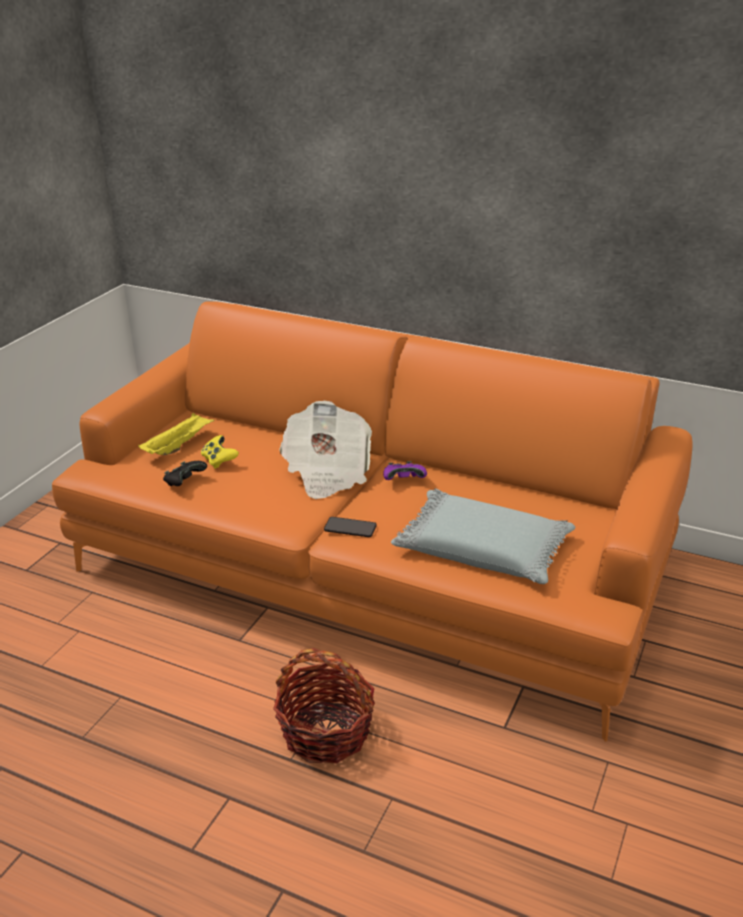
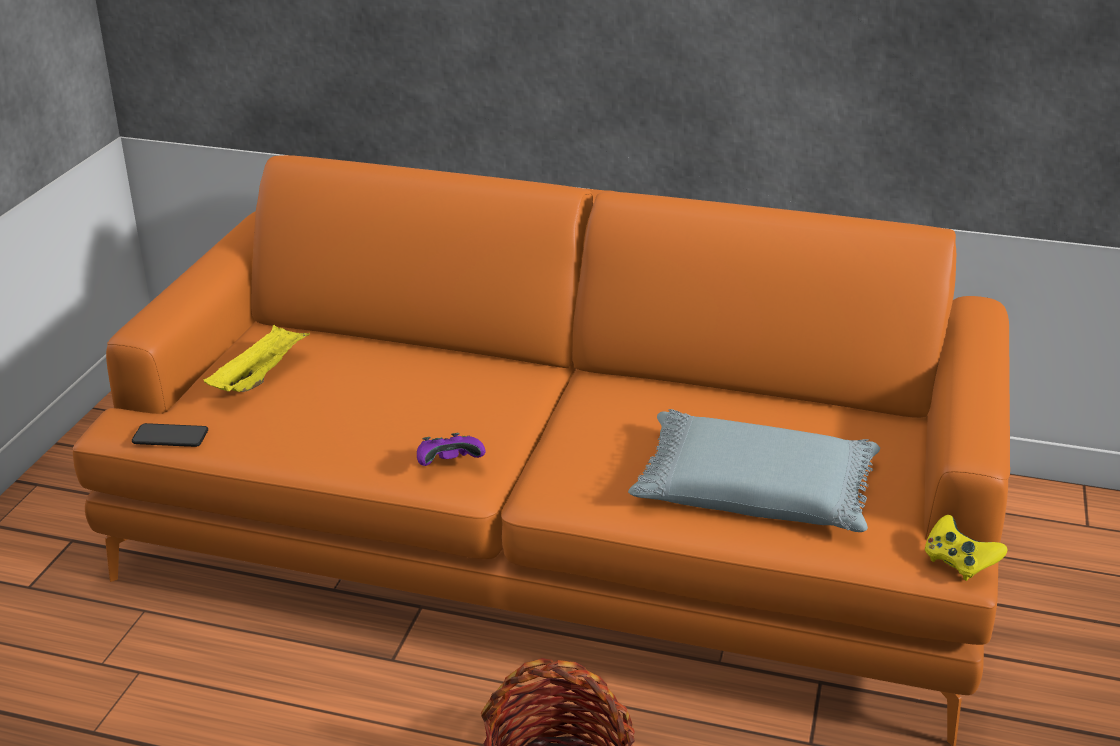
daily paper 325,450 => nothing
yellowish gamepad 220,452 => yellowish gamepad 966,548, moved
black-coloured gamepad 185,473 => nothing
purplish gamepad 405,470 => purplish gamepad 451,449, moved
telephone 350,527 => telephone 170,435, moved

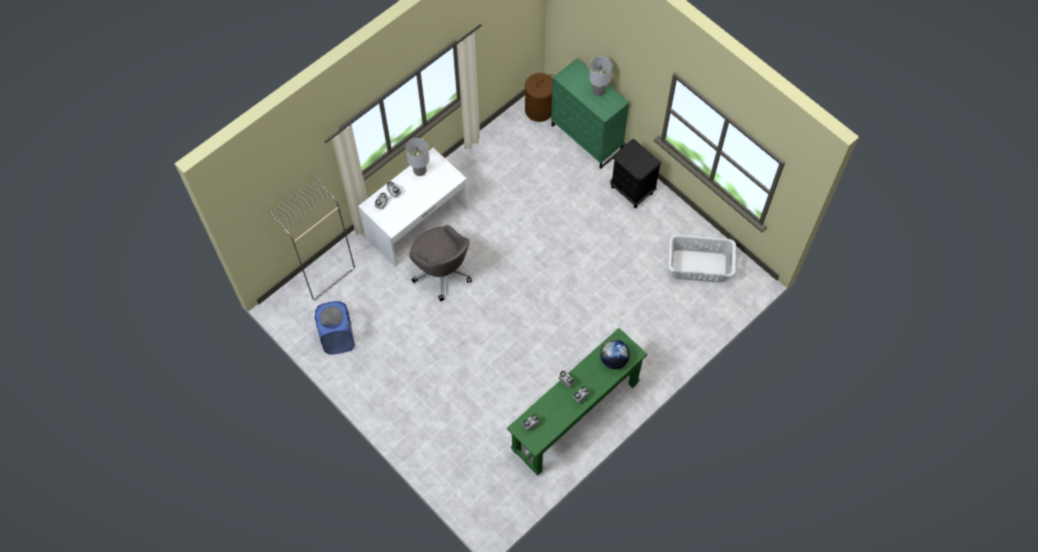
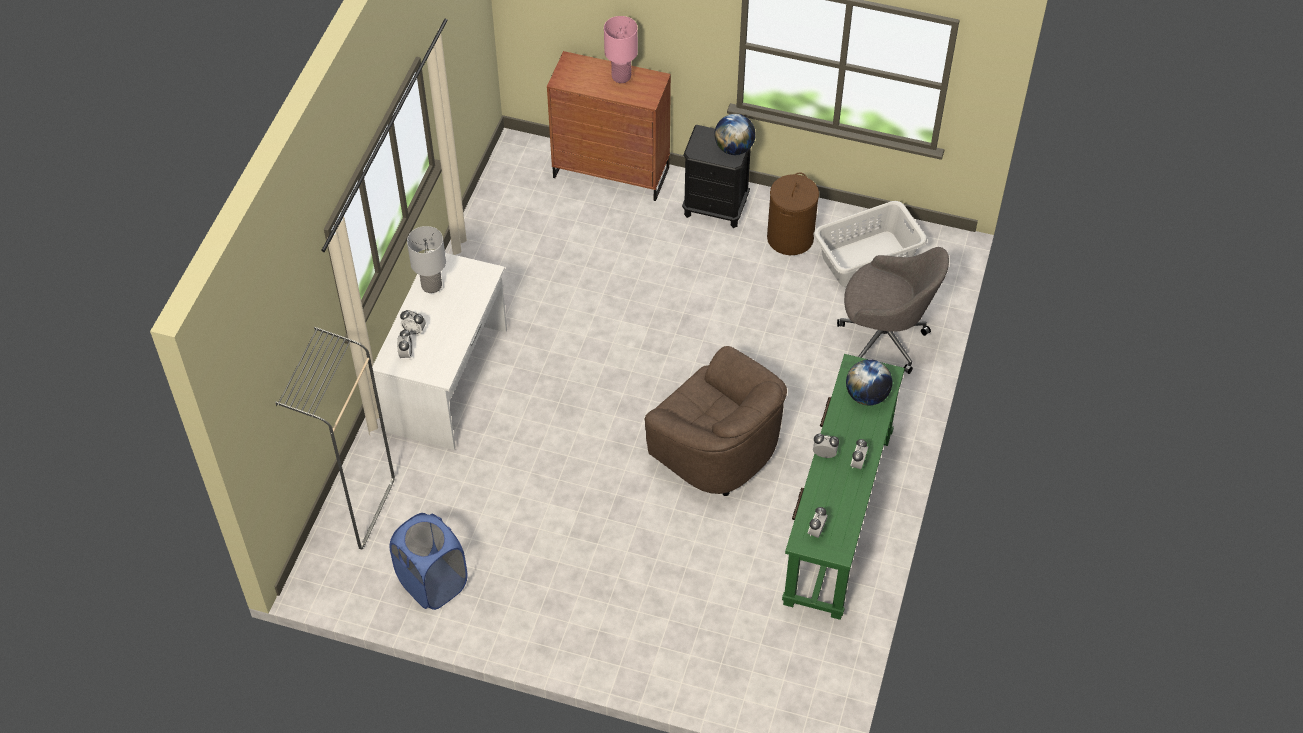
greyish tabletop lamp 600,76 => pink tabletop lamp 621,49
green dresser 590,114 => brown-coloured dresser 609,126
brown-coloured washing basket 539,97 => brown-coloured washing basket 793,213, moved
greyish computer chair 440,263 => greyish computer chair 893,310, moved
nothing => desk globe 735,134
nothing => brown-coloured lounge chair 716,421

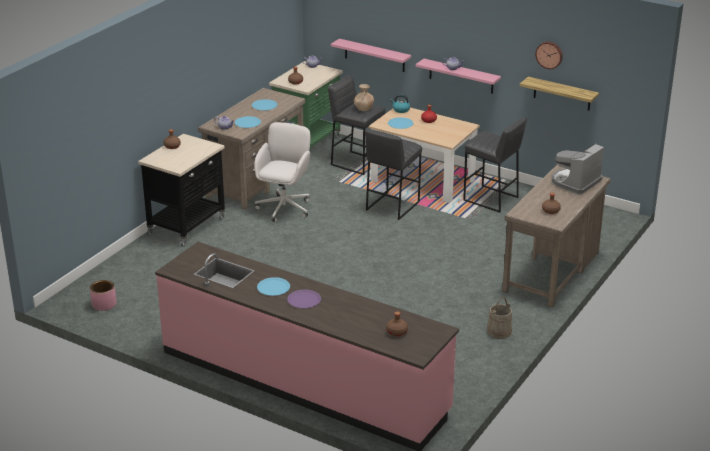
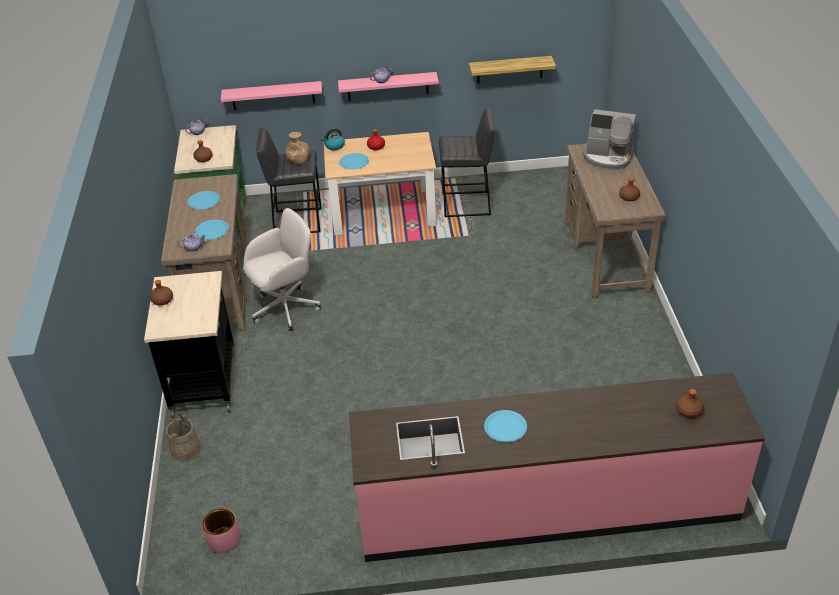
wall clock 549,55 => nothing
white-coloured computer chair 282,172 => white-coloured computer chair 282,269, 75 degrees clockwise
greyish sitting stool 393,174 => nothing
coffee brewer 578,169 => coffee brewer 609,139, 75 degrees counterclockwise
purplish flat dish 304,299 => nothing
beige-coloured bucket 499,318 => beige-coloured bucket 183,437, moved

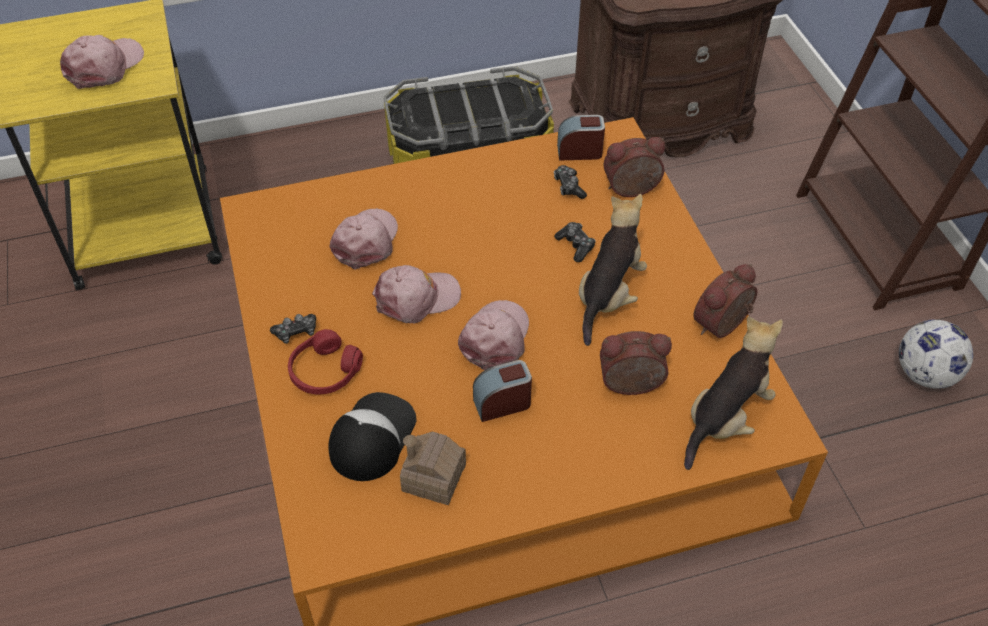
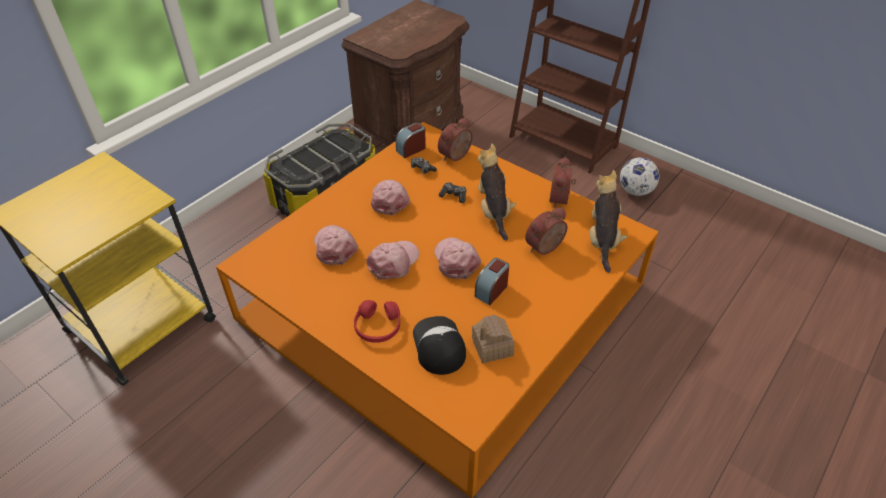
pink peaked cap 102,62 => pink peaked cap 390,197, moved
gamepad 293,329 => nothing

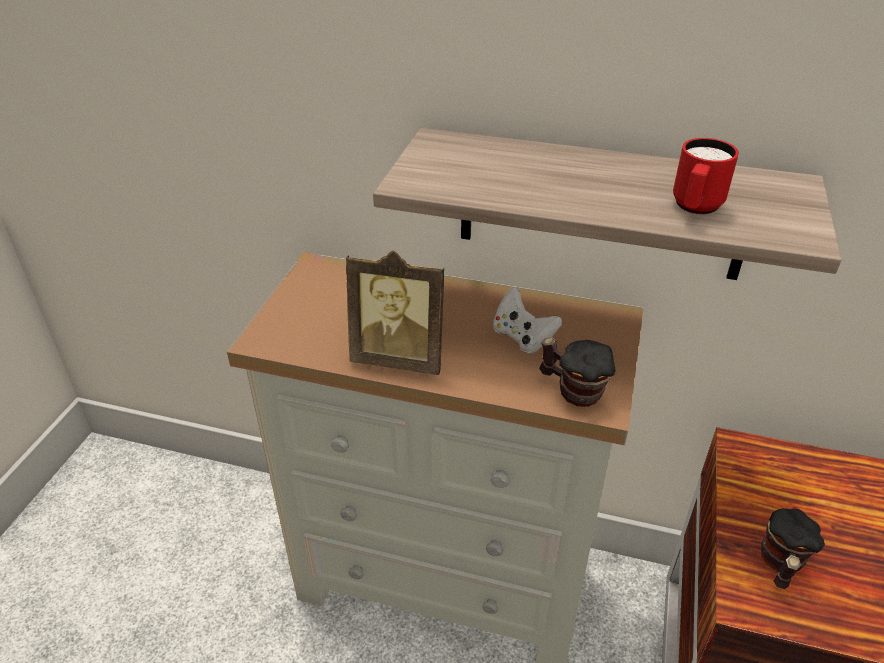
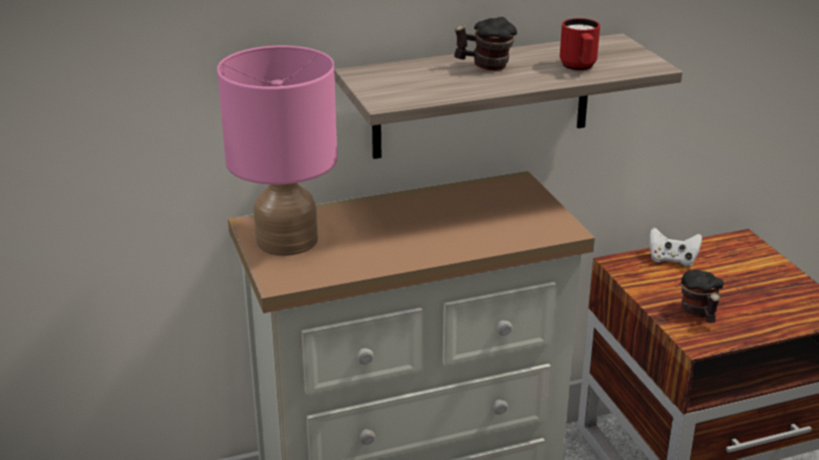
standing frame 395,312 => nothing
white-coloured gamepad 527,320 => white-coloured gamepad 675,247, moved
tea mug 577,372 => tea mug 485,44, moved
nothing => pink tabletop lamp 277,151

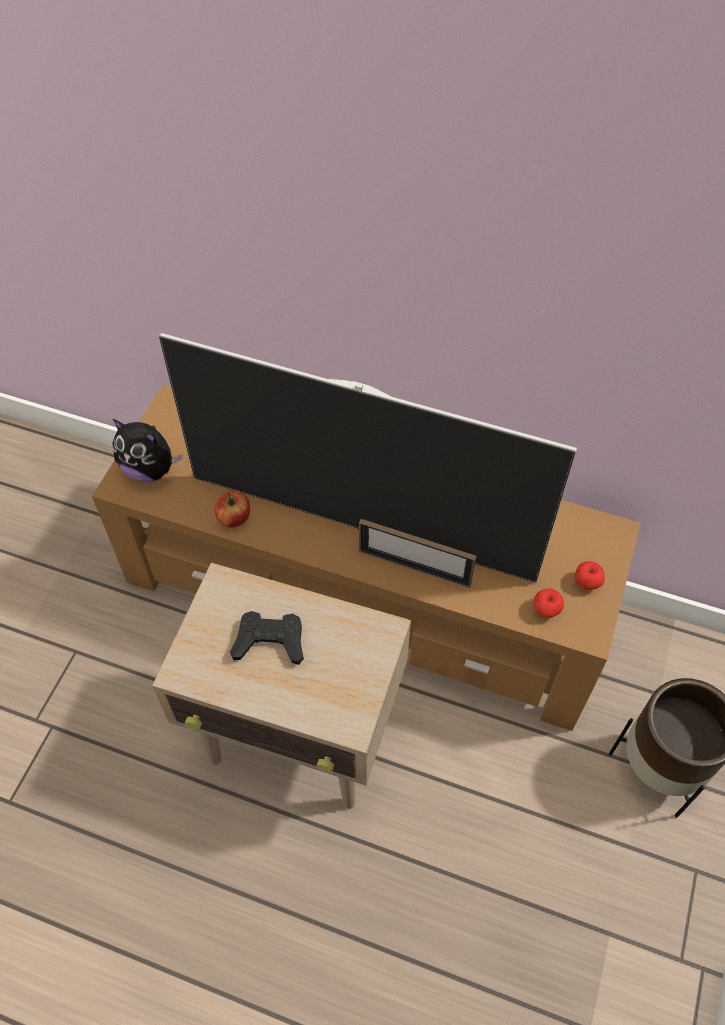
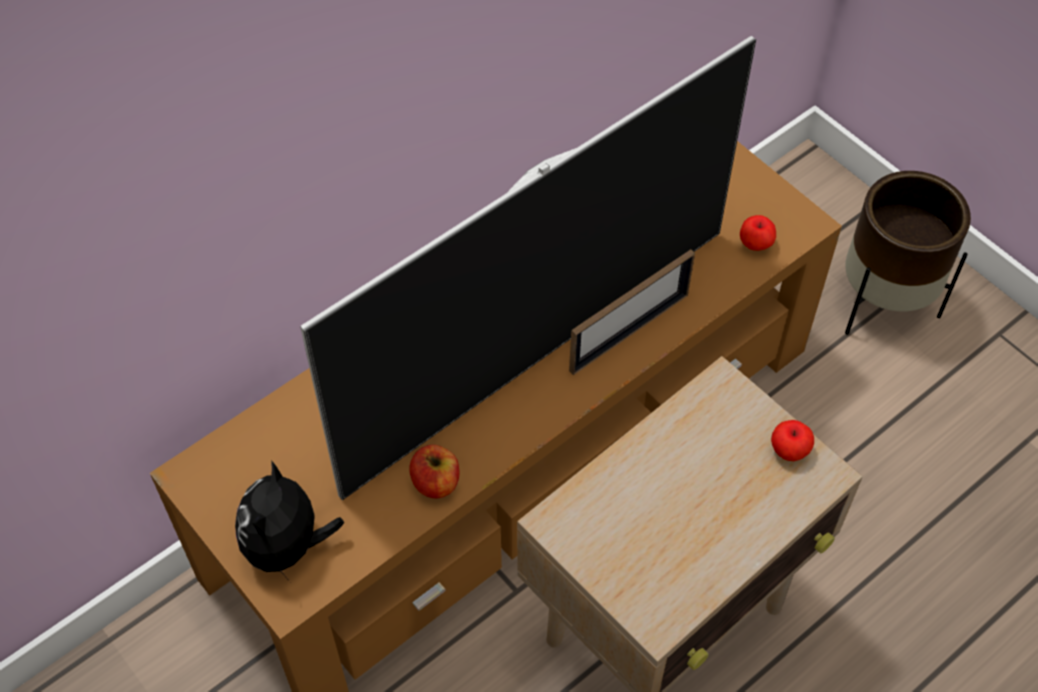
soft toy 148,450 => soft toy 290,521, 135 degrees clockwise
whole apple 590,575 => whole apple 792,440, moved
black-coloured gamepad 267,638 => nothing

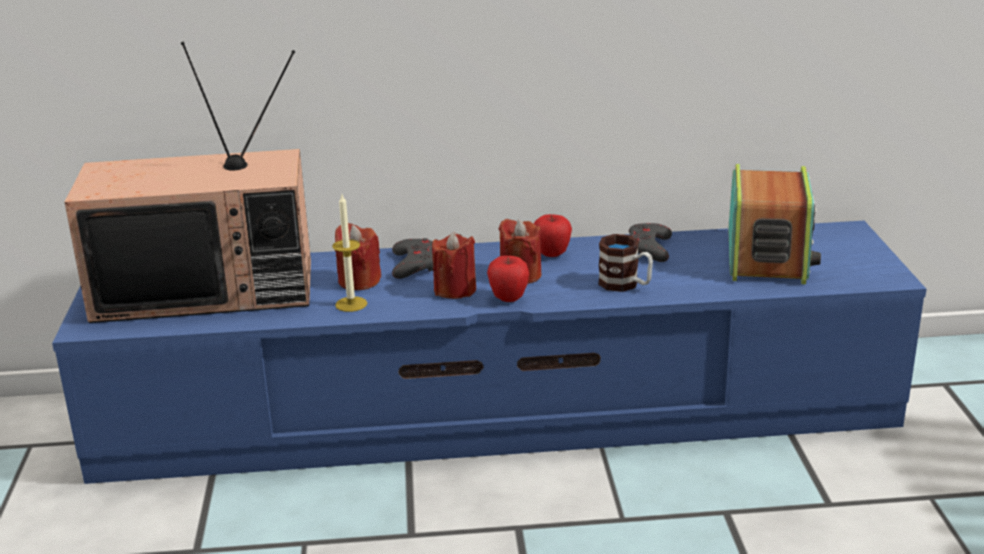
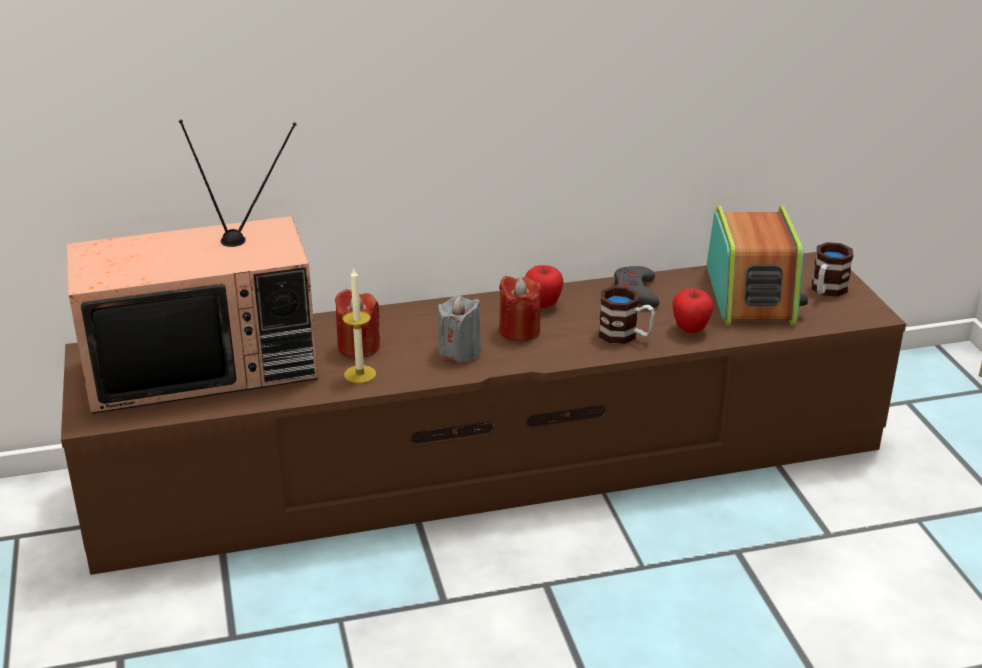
blue tv stand 489,352 => brown-coloured tv stand 483,413
reddish wax candle 454,265 => greyish wax candle 459,328
greyish gamepad 412,258 => nothing
whole apple 508,278 => whole apple 693,310, moved
nothing => tea mug 832,269

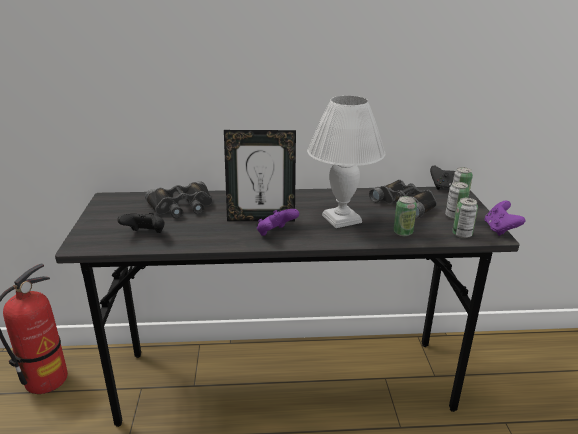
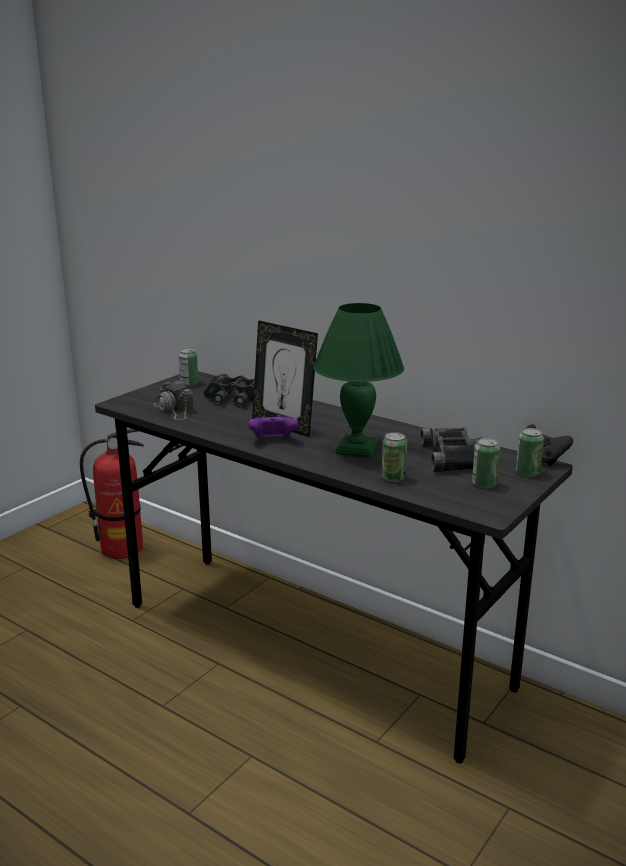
white-coloured tabletop lamp 346,162 => green tabletop lamp 358,380
sealed can 465,218 => sealed can 188,367, moved
purplish gamepad 505,218 => nothing
black-coloured gamepad 141,222 => photo camera 173,400

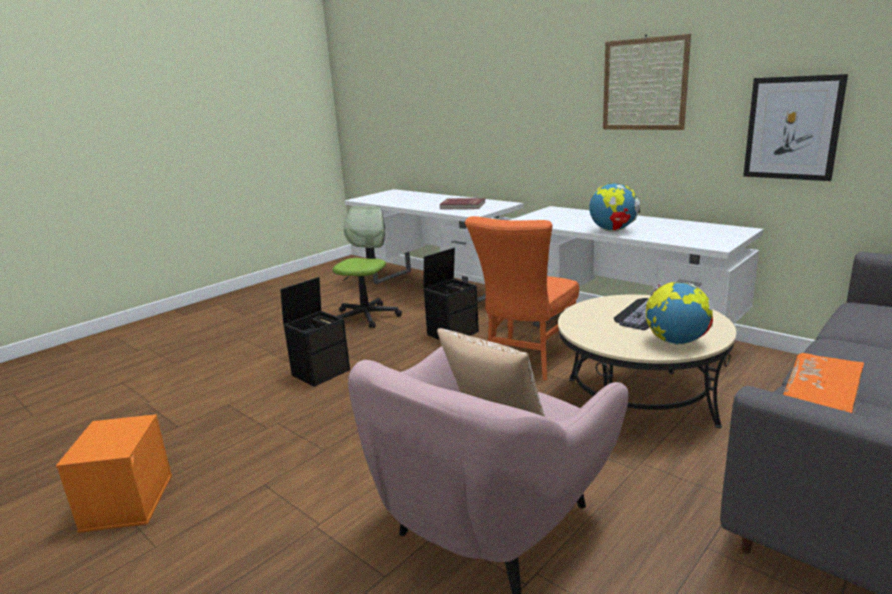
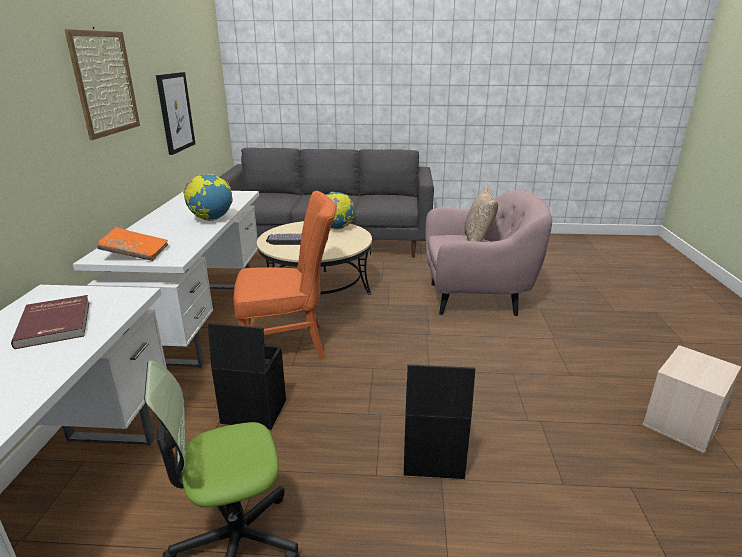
orange-coloured bound book 823,383 => orange-coloured bound book 132,244, moved
orange-coloured storage box 114,473 => beige-coloured storage box 692,399

